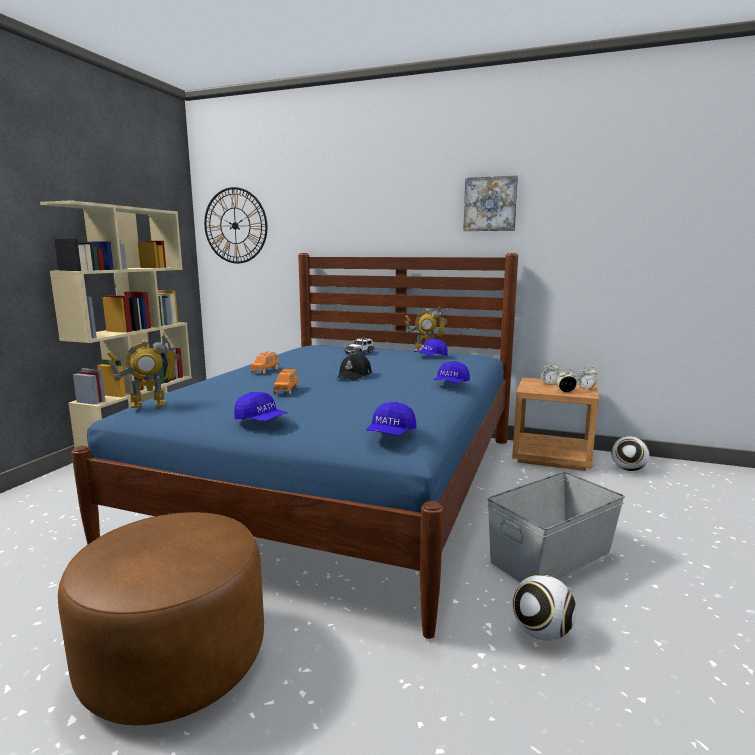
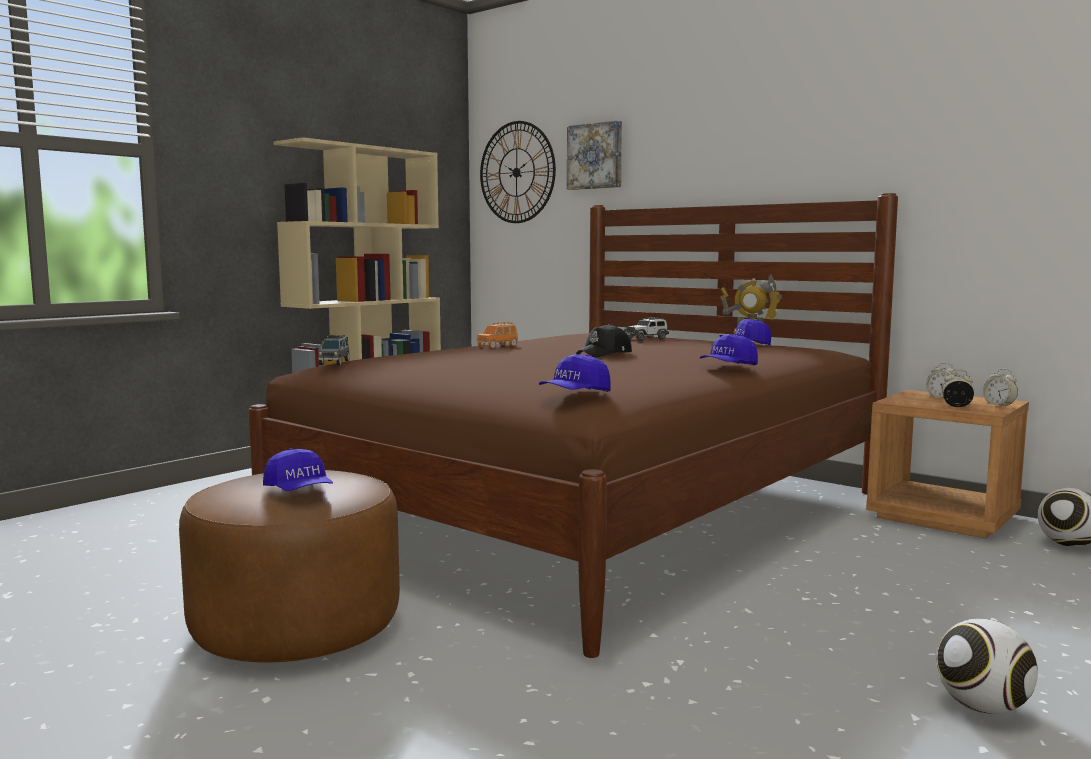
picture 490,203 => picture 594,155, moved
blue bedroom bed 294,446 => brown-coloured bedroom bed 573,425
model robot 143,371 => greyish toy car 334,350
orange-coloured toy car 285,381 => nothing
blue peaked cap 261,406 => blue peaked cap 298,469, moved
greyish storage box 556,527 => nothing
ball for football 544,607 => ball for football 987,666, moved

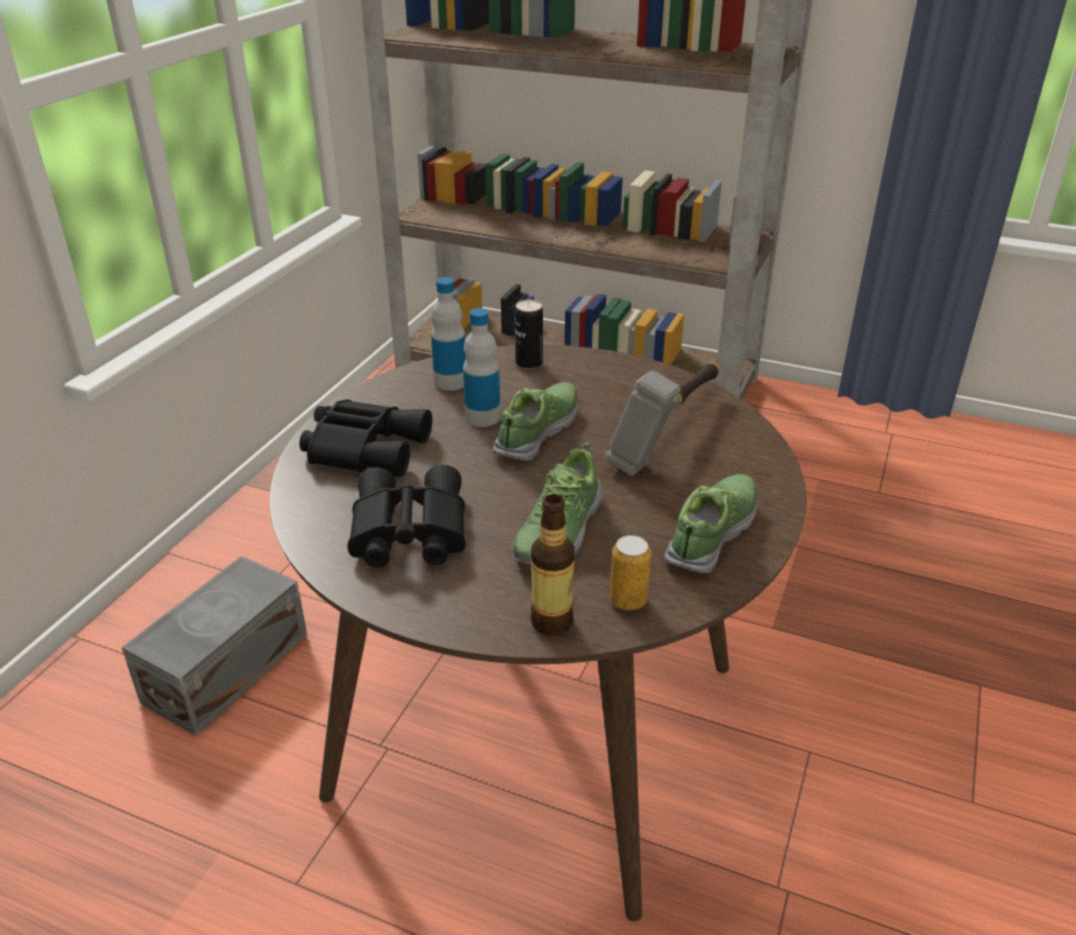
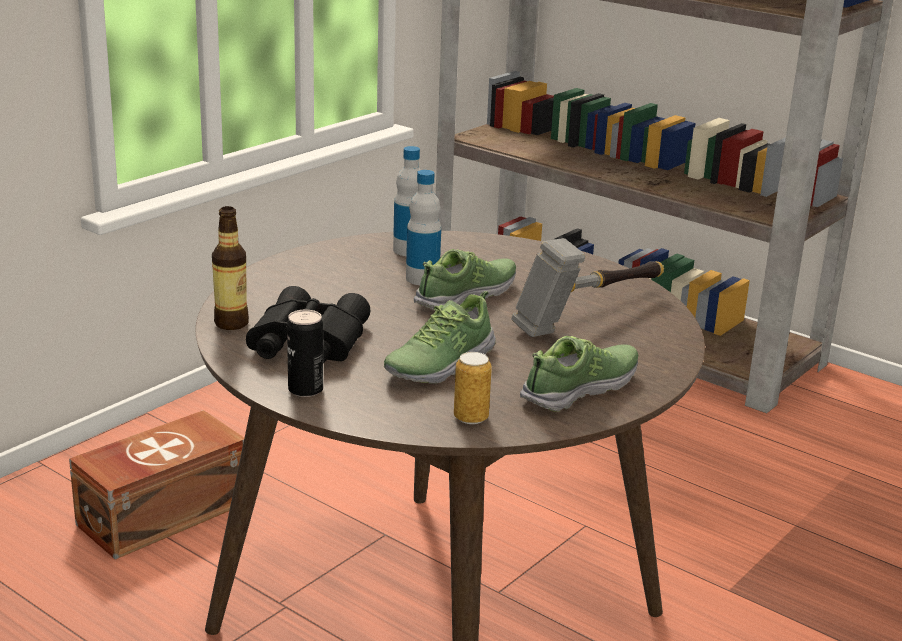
sealed can 529,334 => sealed can 305,353, moved
black-coloured field glasses 365,438 => nothing
drink bottle 552,565 => drink bottle 230,268, moved
greyish storage box 214,646 => brown-coloured storage box 156,485

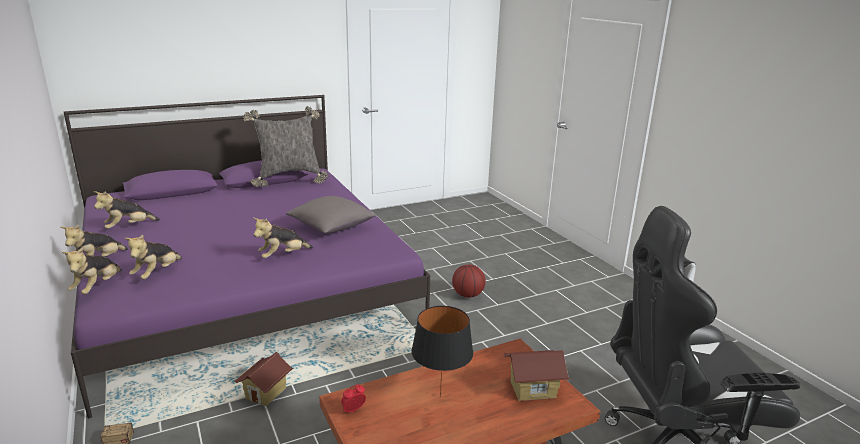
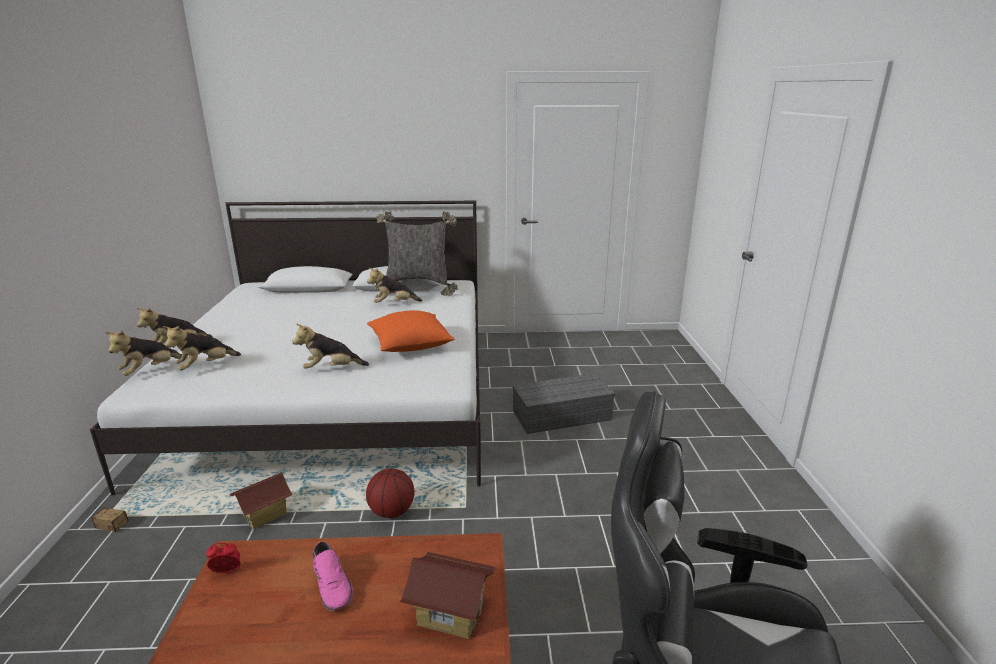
purplish bedroom bed 246,256 => white-coloured bedroom bed 285,348
soft toy 127,210 => soft toy 394,285, moved
greyish throw pillow 331,214 => orange-coloured throw pillow 411,331
ball for basketball 469,281 => ball for basketball 390,493, moved
black-coloured tabletop lamp 442,351 => pink low shoe 333,576
nothing => greyish storage box 563,403

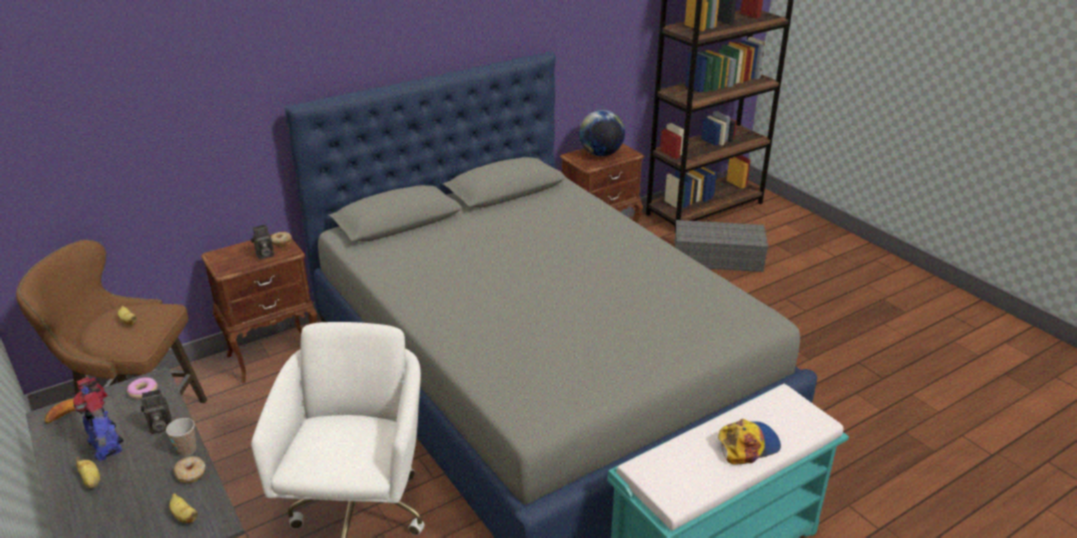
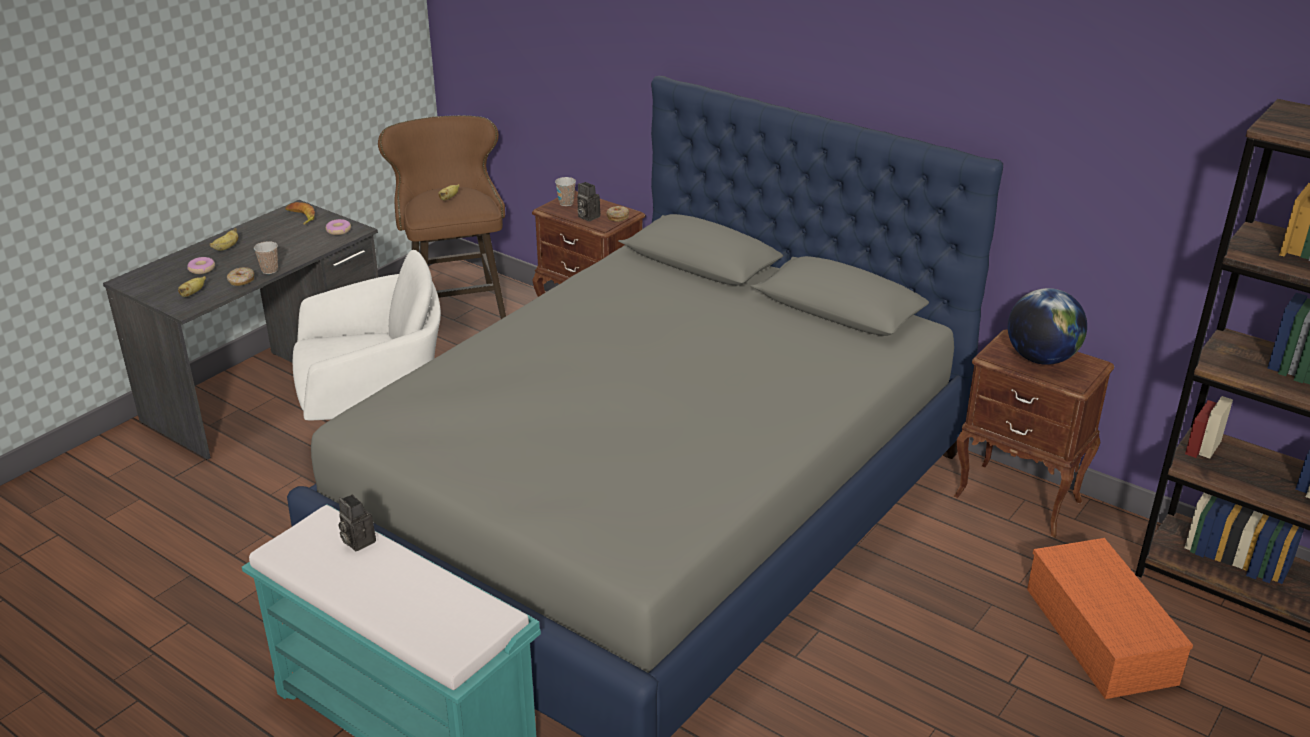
greyish storage box 721,246 => orange-coloured storage box 1110,618
model robot 98,419 => nothing
photo camera 156,411 => photo camera 357,522, moved
peaked cap 749,441 => nothing
nothing => cup 565,191
nothing => ring doughnut 201,265

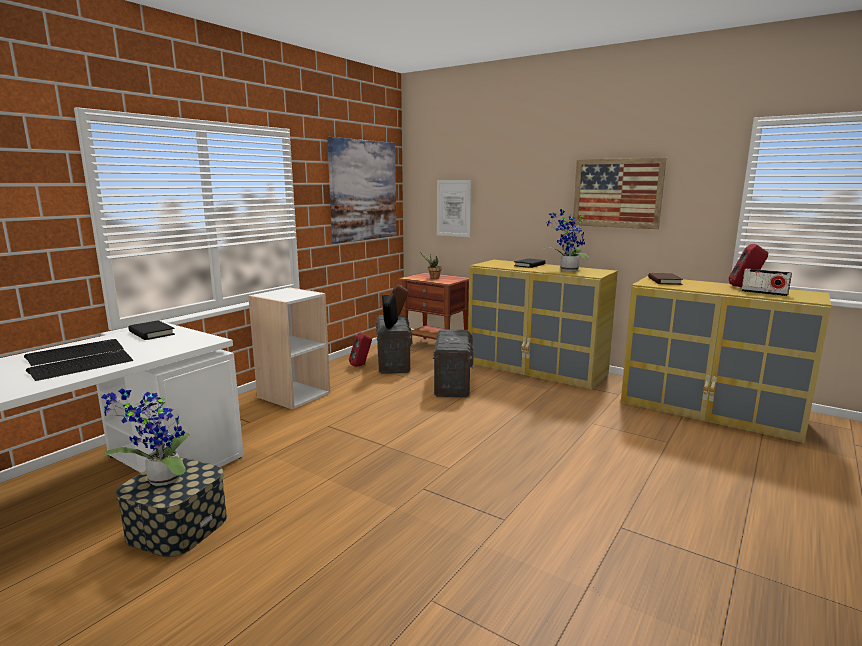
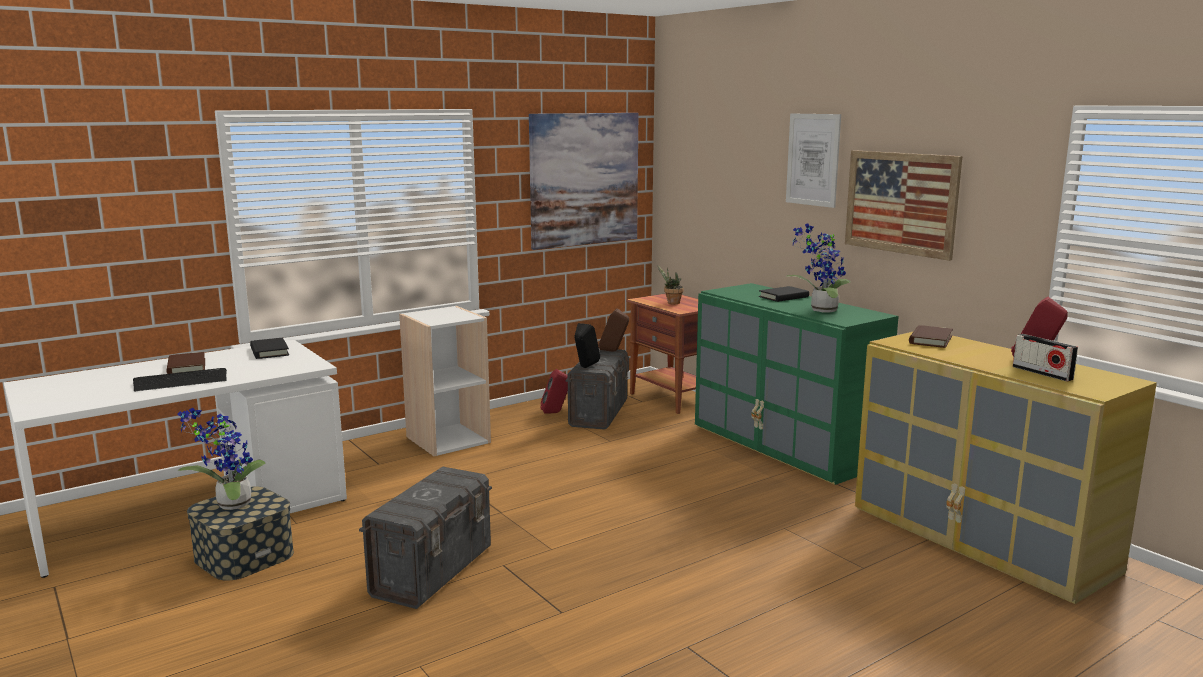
picture 454,208 => picture 813,160, moved
yellowish storage cabinet 543,324 => green storage cabinet 797,384
greyish storage box 453,363 => greyish storage box 425,538, moved
PC keyboard 74,352 => brown-coloured bound book 185,363

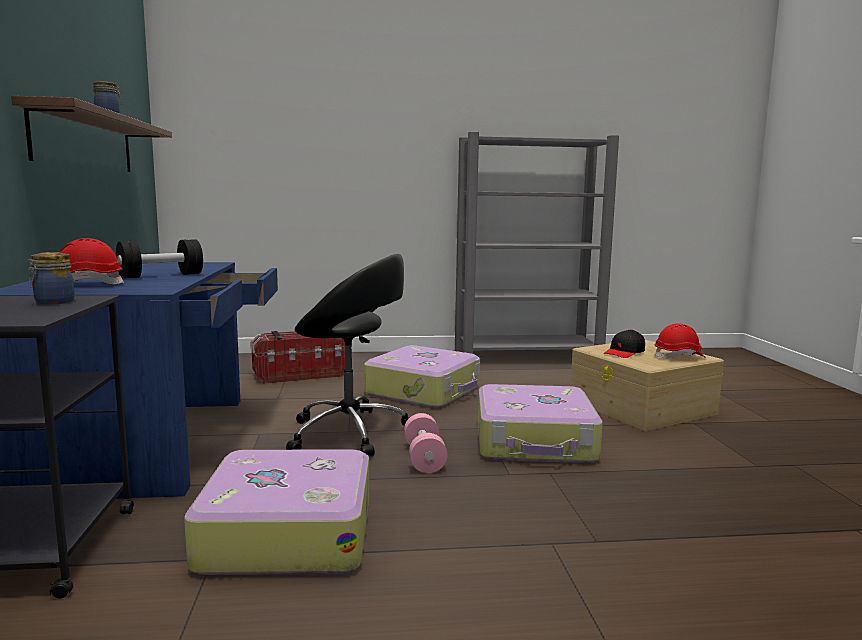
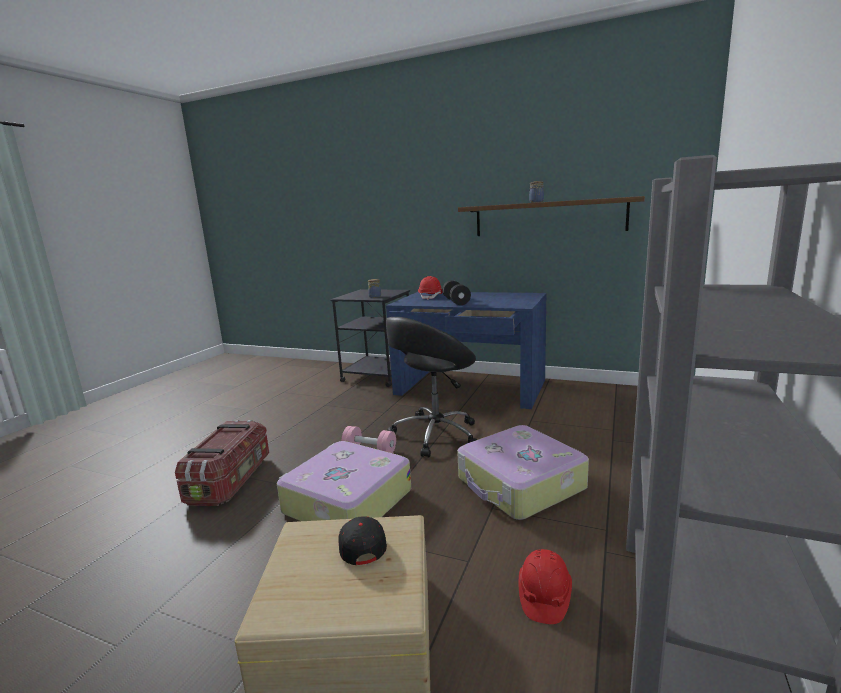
reddish hard hat 680,341 => reddish hard hat 545,586, moved
storage box 301,357 => storage box 222,463, moved
suitcase 276,512 => nothing

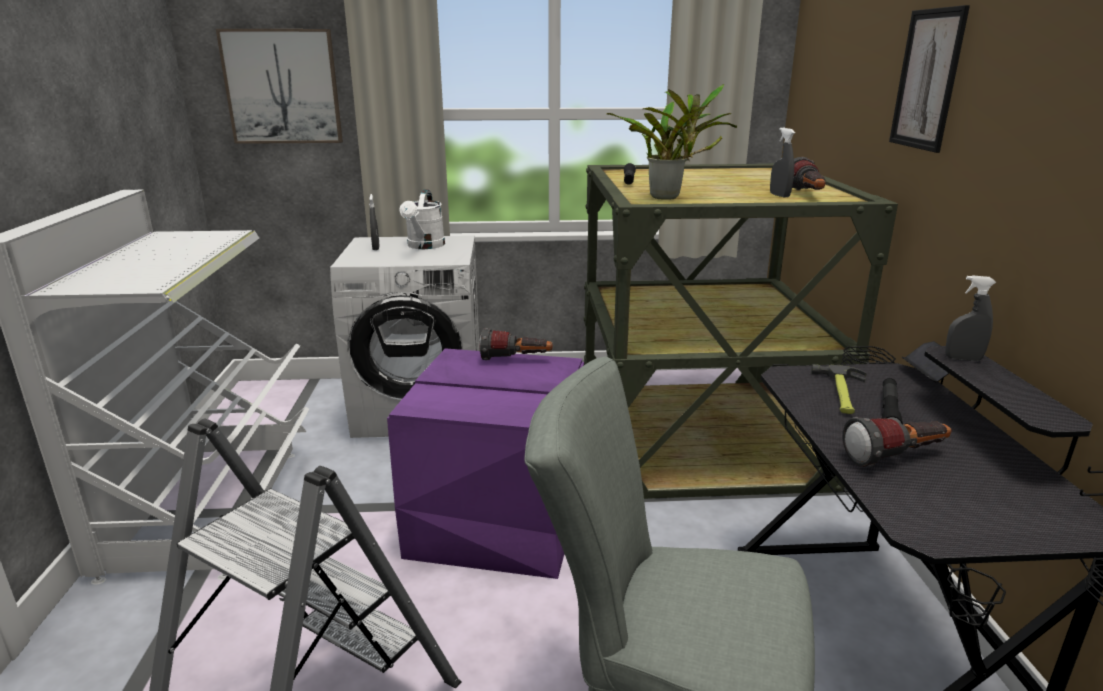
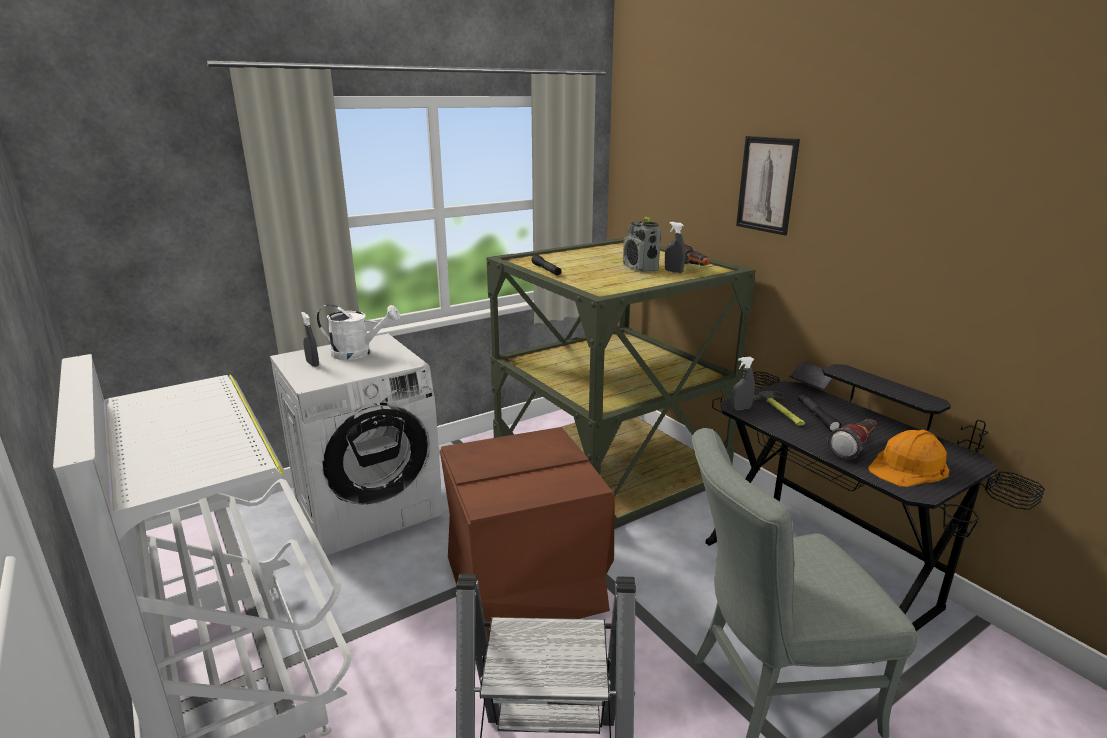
picture 279,86 => nothing
plant in a pot 672,142 => nothing
white-coloured watering pot 422,219 => white-coloured watering pot 358,332, 60 degrees counterclockwise
greyish sprayer 970,318 => greyish sprayer 743,383, moved
torch 516,344 => nothing
purplish storage box 485,463 => brown-coloured storage box 527,532
nothing => radio set 642,244
nothing => orange-coloured hard hat 908,458

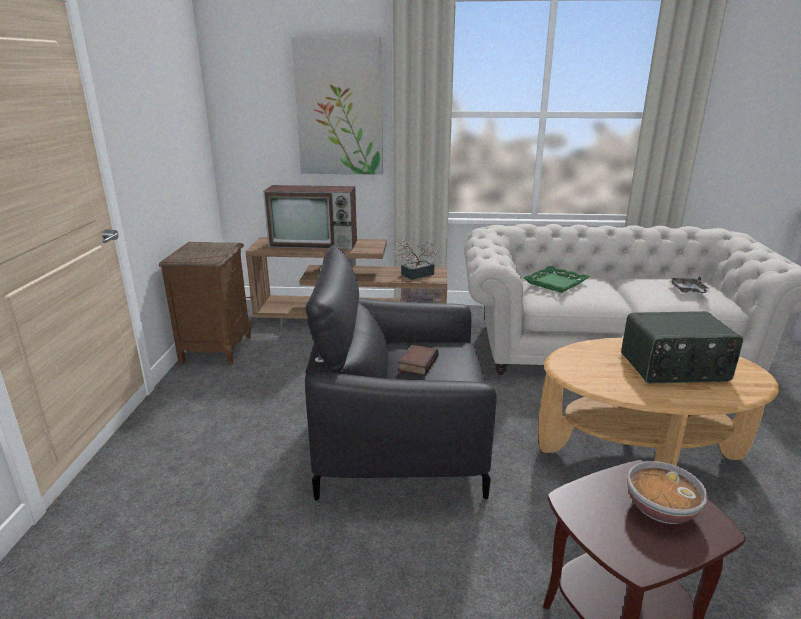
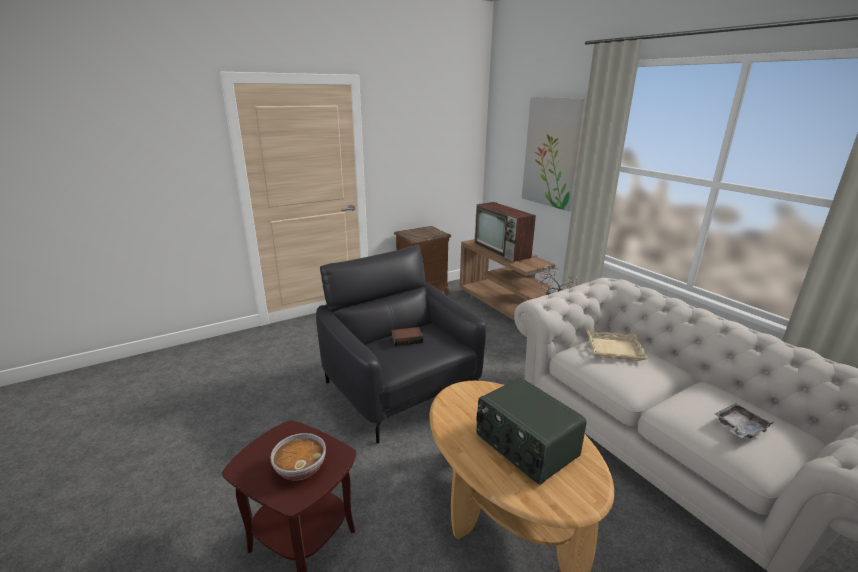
green tray 556,279 => beige-coloured tray 617,345

